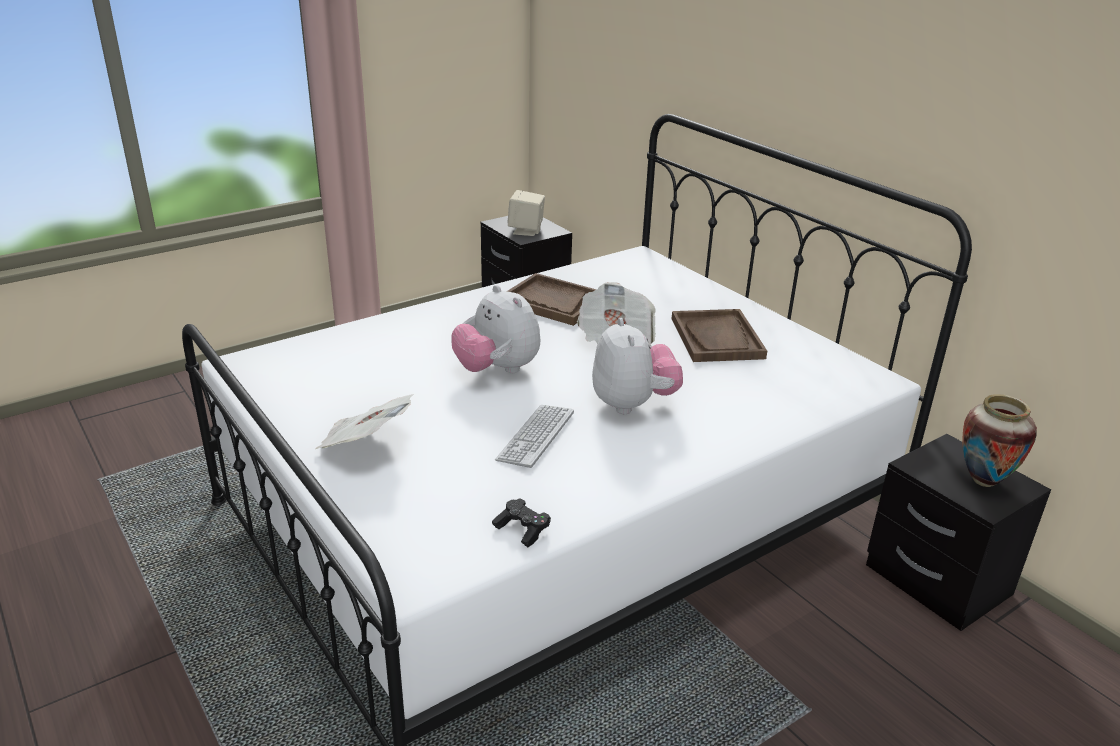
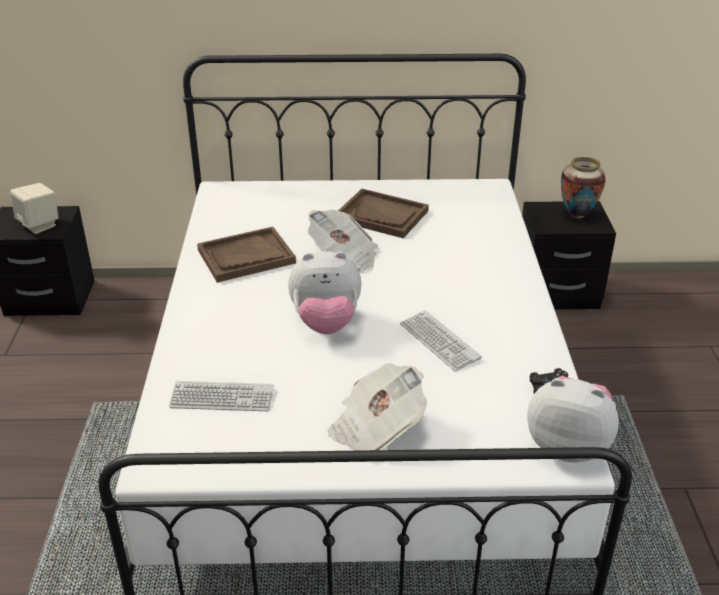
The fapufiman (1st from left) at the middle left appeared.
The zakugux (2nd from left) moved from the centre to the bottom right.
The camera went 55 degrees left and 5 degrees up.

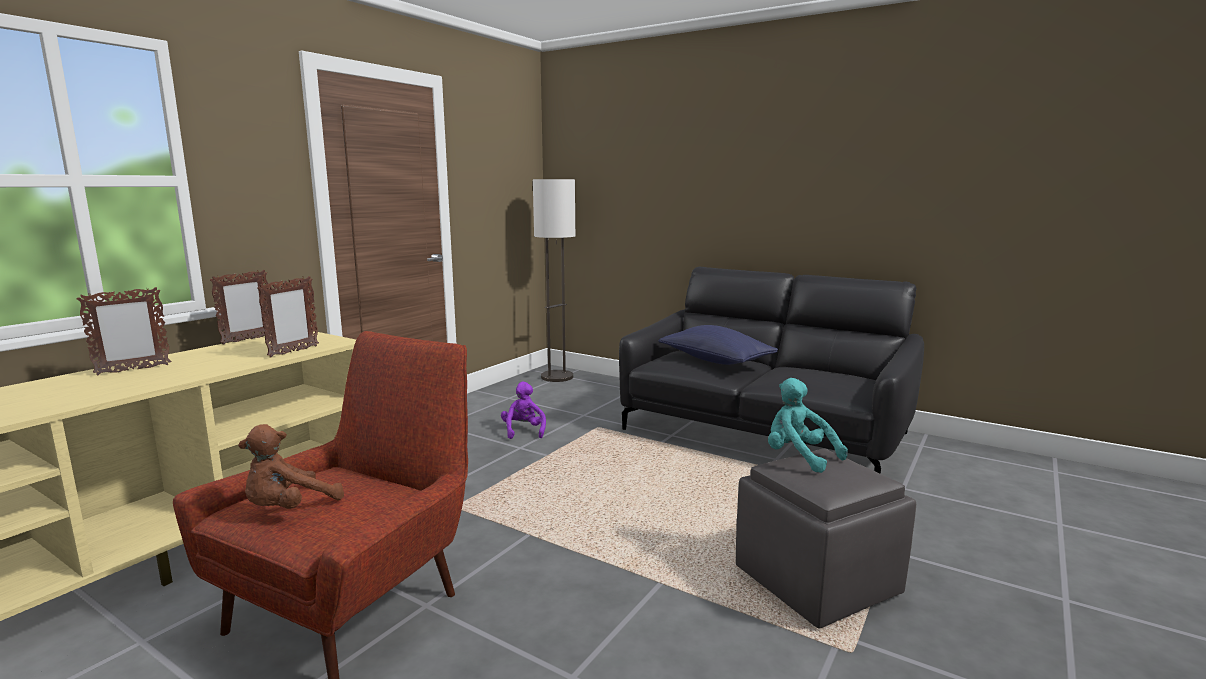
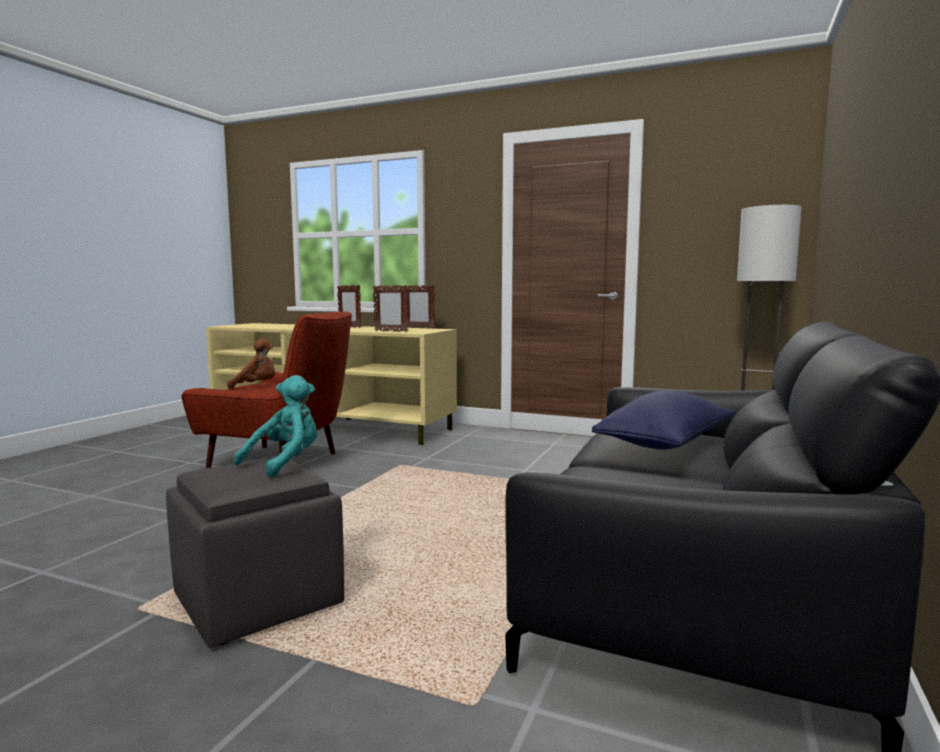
The zakugux (purple) at the centre disappeared.
The zakugux (brown) at the bottom left turned 150 degrees clockwise.
The camera went 80 degrees right and 5 degrees down.

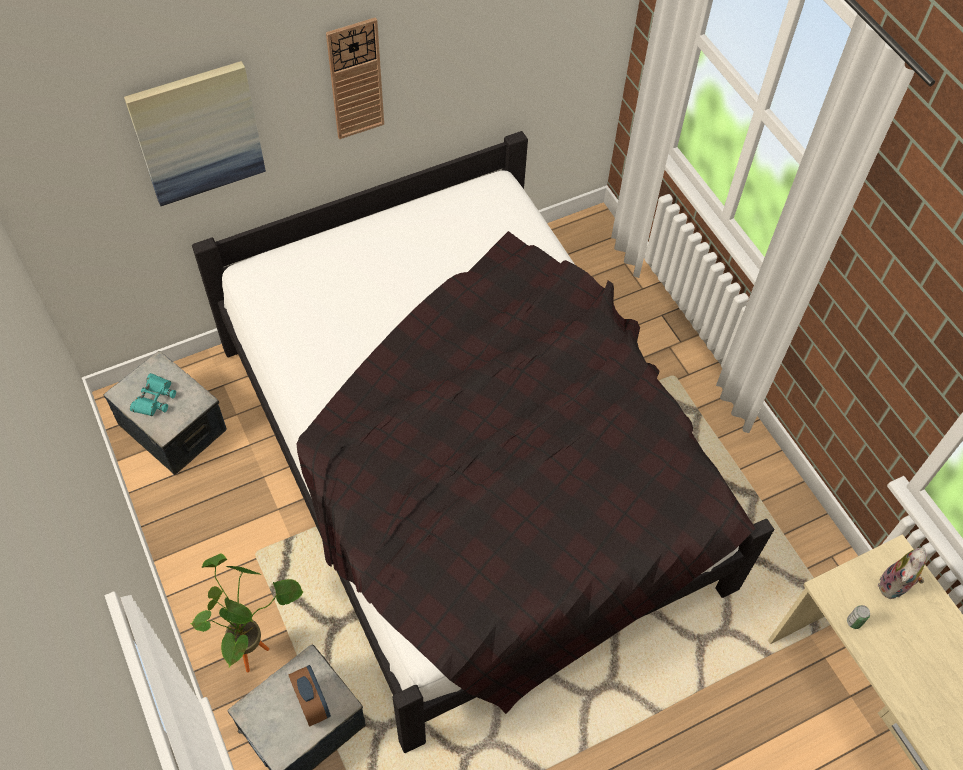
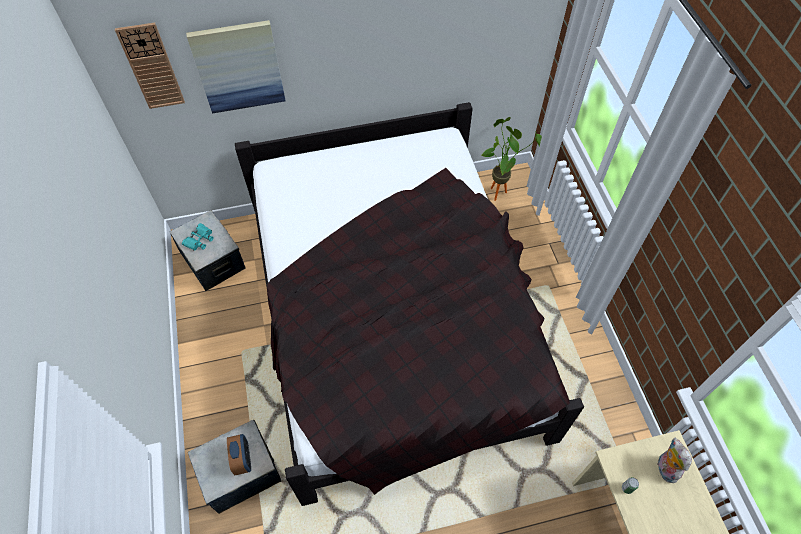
The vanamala moved from the bottom left to the top centre.
The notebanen moved from the top centre to the top left.
The zakugux at the bottom right turned 120 degrees clockwise.
The camera went 15 degrees right and 0 degrees up.

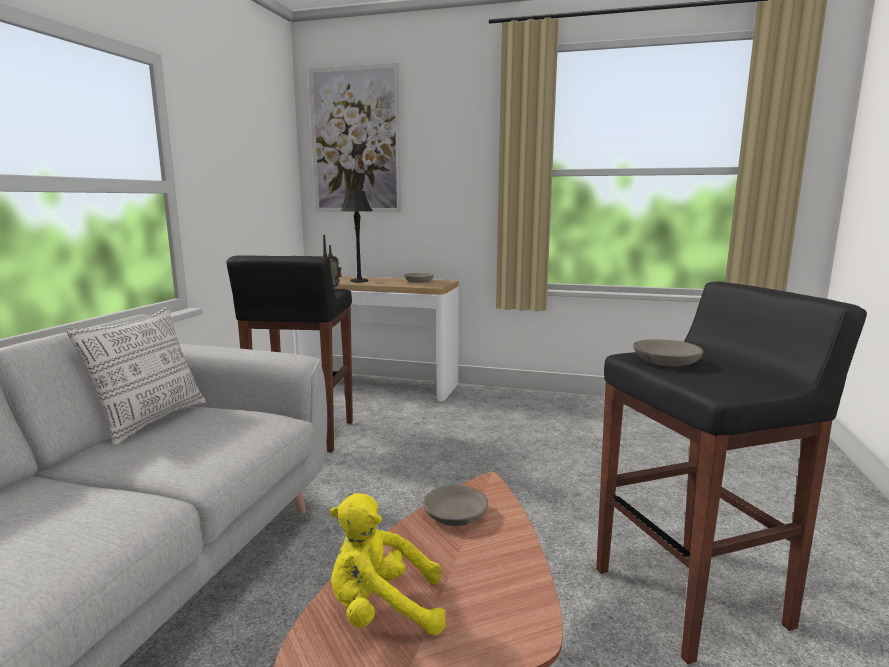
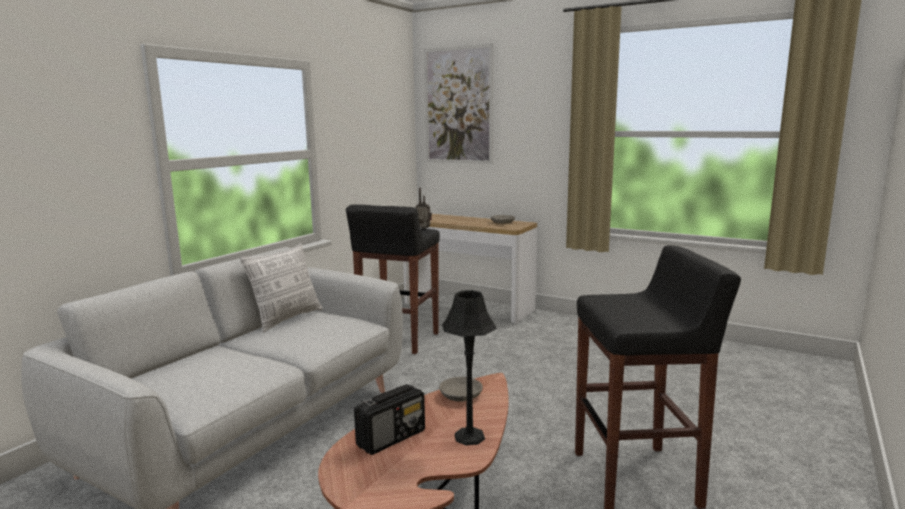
The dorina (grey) (3rd from left) at the middle right disappeared.
The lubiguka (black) moved from the centre to the bottom centre.
The zakugux (yellow) at the bottom centre was replaced by the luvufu (1st from left) at the bottom centre.
The camera went 15 degrees right and 0 degrees up.

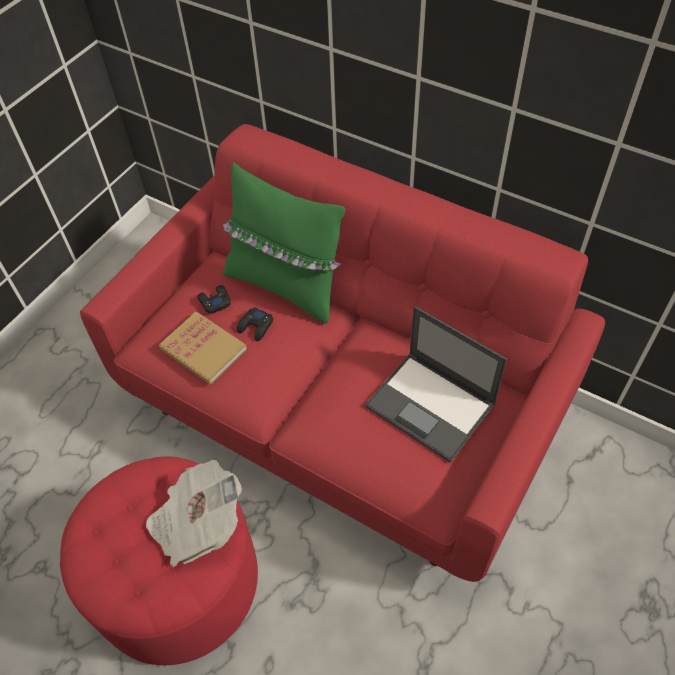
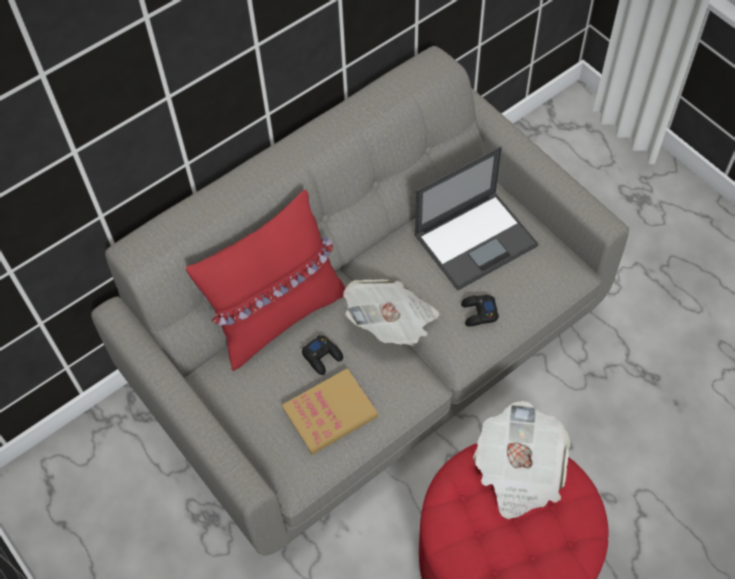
The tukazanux (1st from left) at the centre appeared.
The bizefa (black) (1st from left in the first image) moved from the middle left to the centre.
The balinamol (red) at the centre became the balinamol (grey) at the centre.
The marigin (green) at the centre became the marigin (red) at the centre.
The camera went 70 degrees left and 5 degrees up.

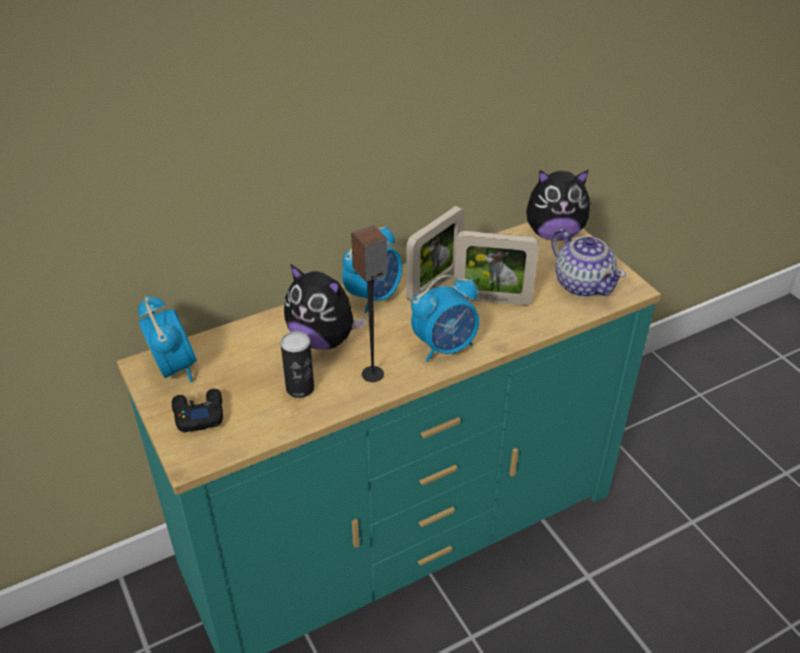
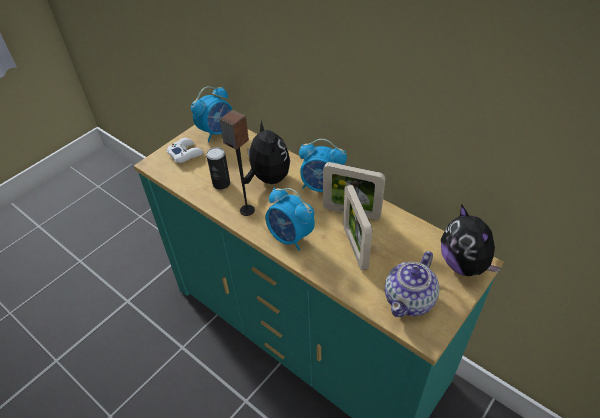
The bizefa (black) at the middle left became the bizefa (white) at the middle left.
The zakugux (1st from left) at the centre turned 150 degrees clockwise.
The camera went 70 degrees right and 5 degrees up.

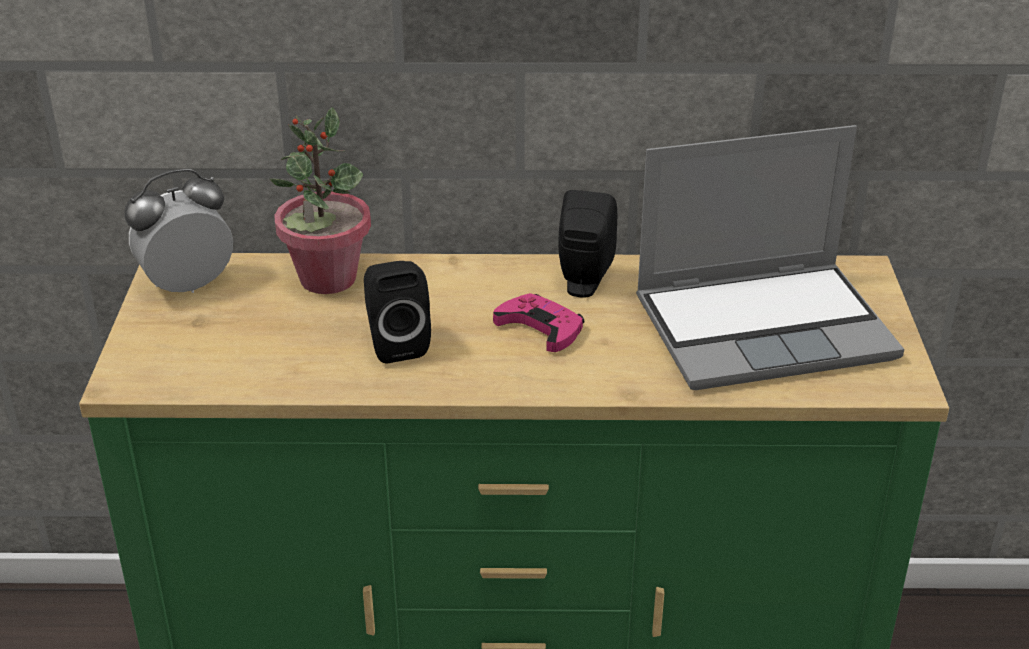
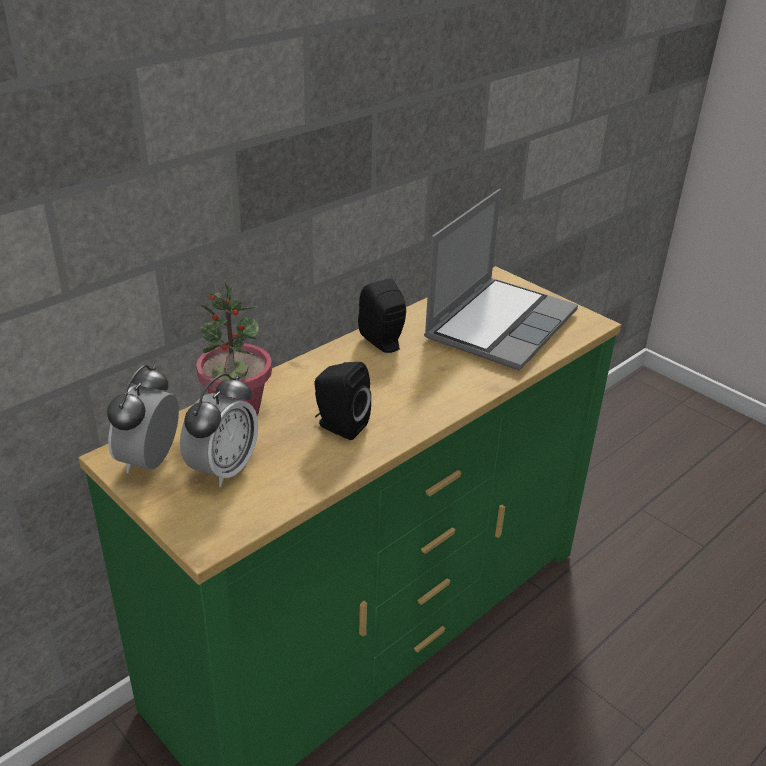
The bizefa (pink) at the centre disappeared.
The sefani (2nd from left) at the middle left appeared.
The camera went 45 degrees left and 0 degrees up.

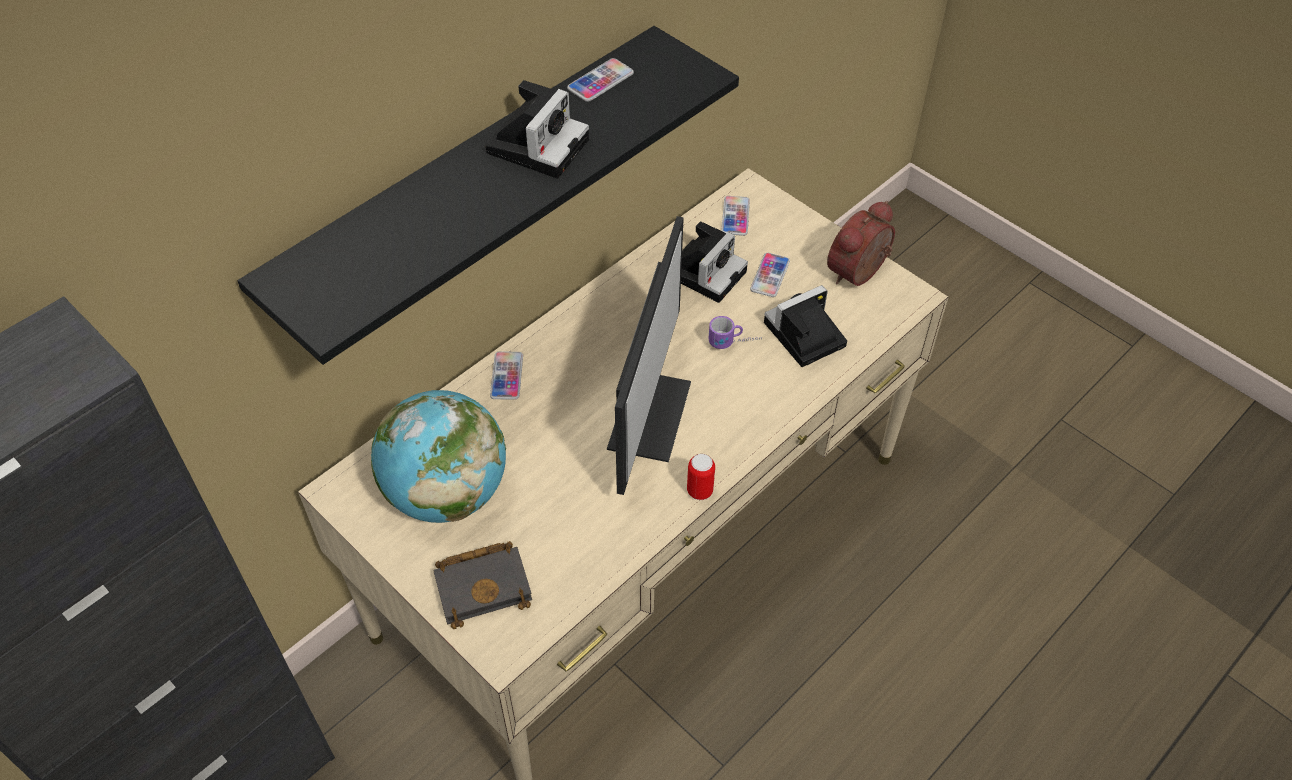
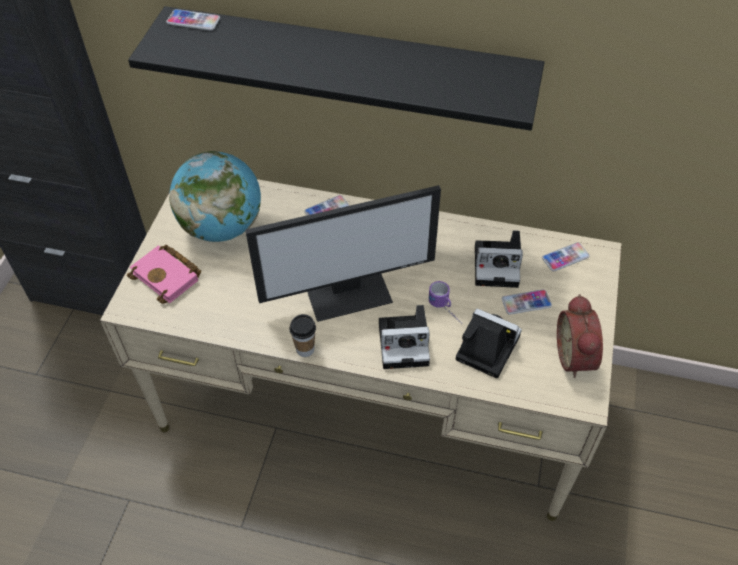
The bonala (1st from left) moved from the top centre to the centre.
The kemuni (2nd from left in the first image) moved from the top centre to the top left.
The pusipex at the centre was replaced by the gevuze at the centre.
The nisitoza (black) at the bottom centre became the nisitoza (pink) at the middle left.
The sefani at the top centre turned 105 degrees counterclockwise.
The camera went 60 degrees right and 0 degrees up.

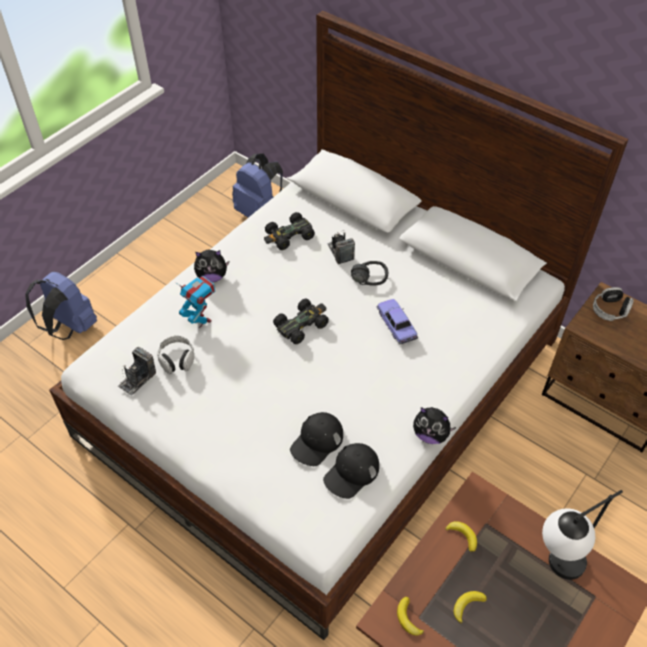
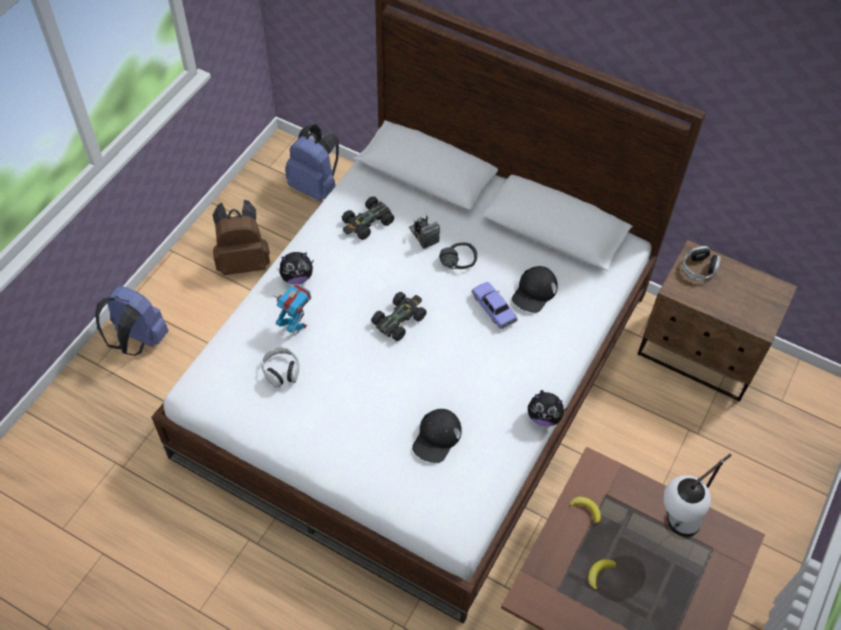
The bonala (1st from left) at the middle left disappeared.
The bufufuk (1st from left) at the bottom centre disappeared.
The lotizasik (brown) at the middle left appeared.
The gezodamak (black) (2nd from left) moved from the bottom centre to the centre.
The camera went 10 degrees left and 5 degrees up.

